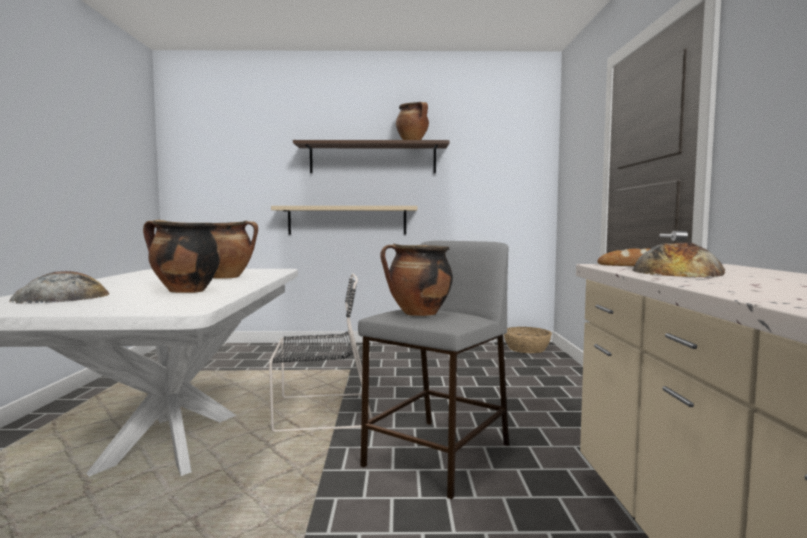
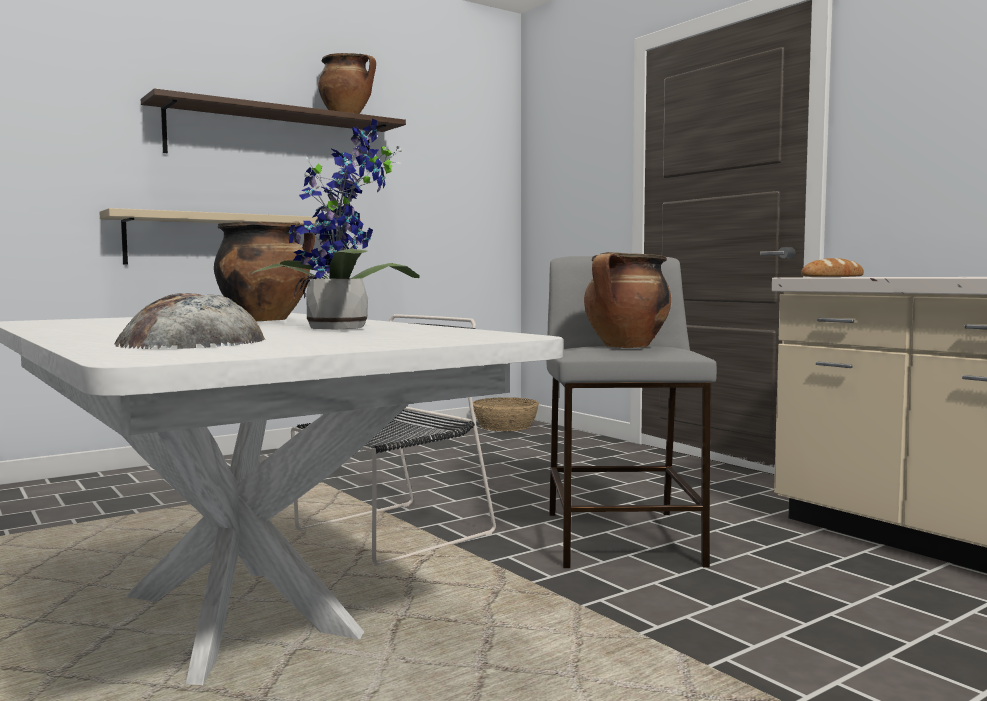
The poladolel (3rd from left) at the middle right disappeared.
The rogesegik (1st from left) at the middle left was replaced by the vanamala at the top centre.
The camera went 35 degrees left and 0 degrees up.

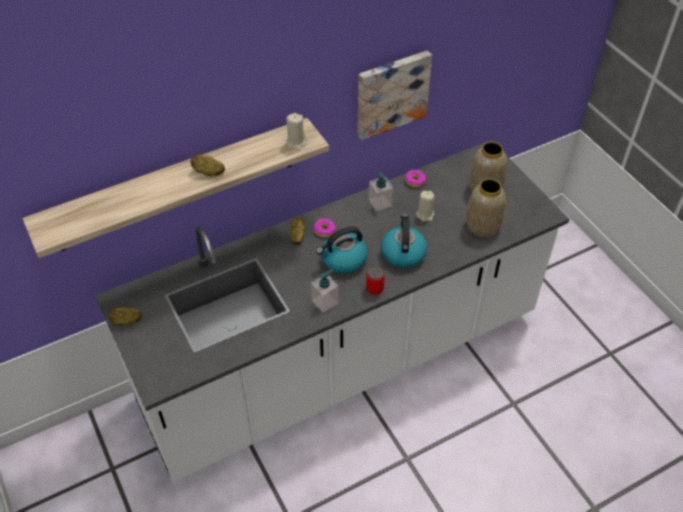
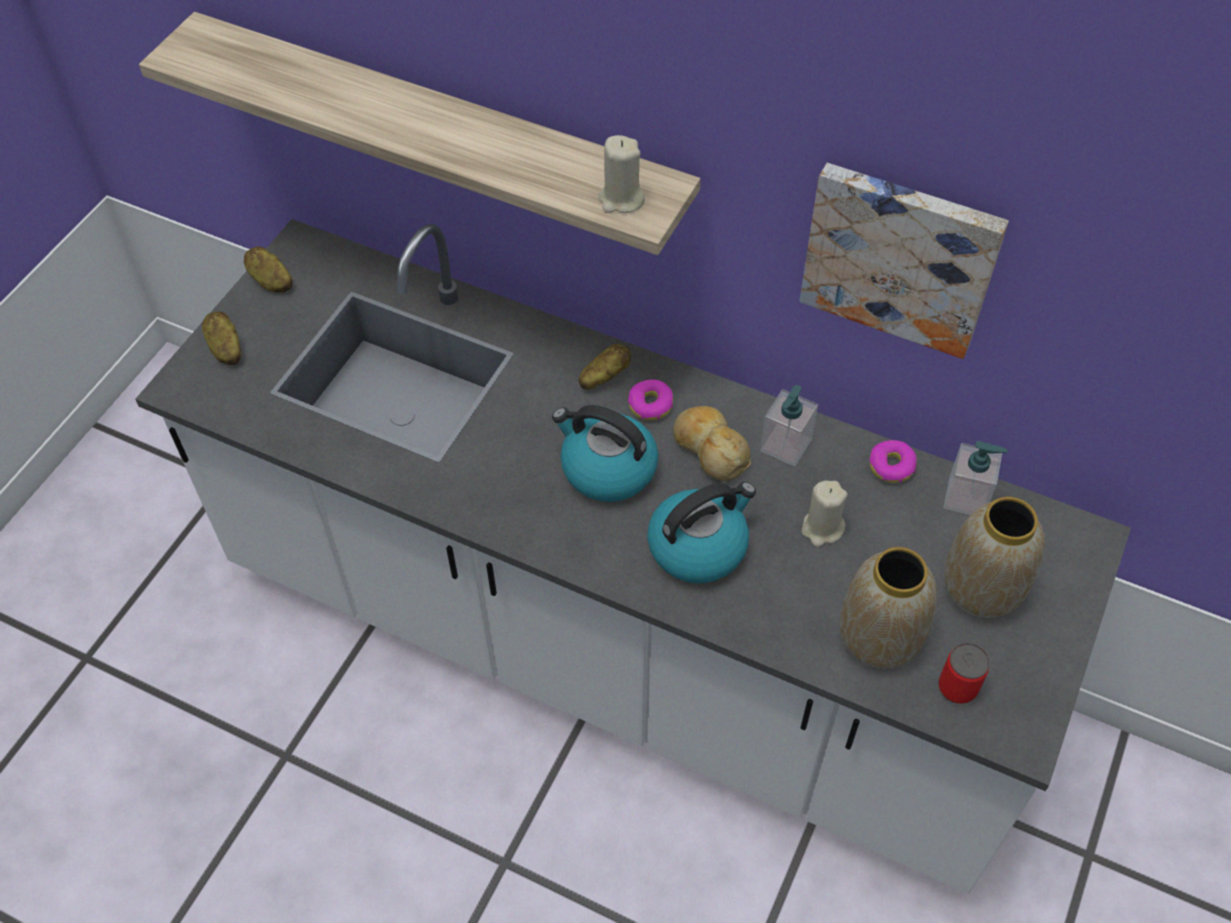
The poladolel at the centre appeared.
The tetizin (2nd from left in the first image) moved from the top left to the middle left.
The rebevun (1st from left in the first image) moved from the centre to the middle right.
The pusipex moved from the centre to the bottom right.
The camera went 55 degrees right and 5 degrees up.

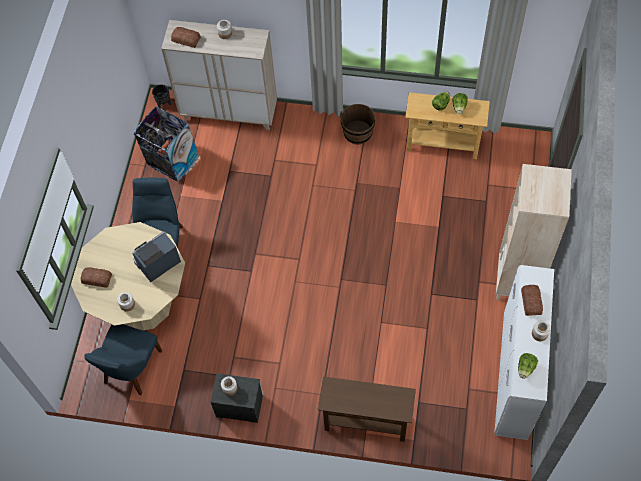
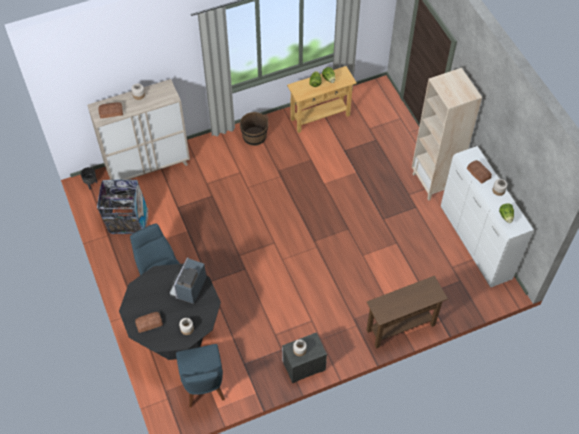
The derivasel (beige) at the middle left became the derivasel (black) at the bottom left.
The camera went 35 degrees left and 5 degrees down.

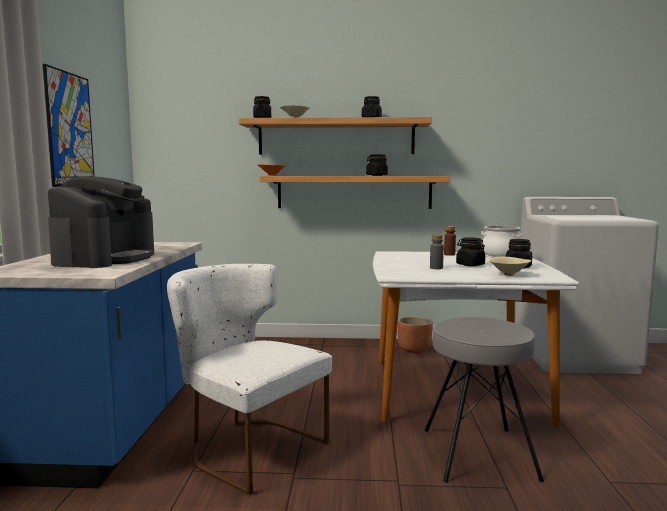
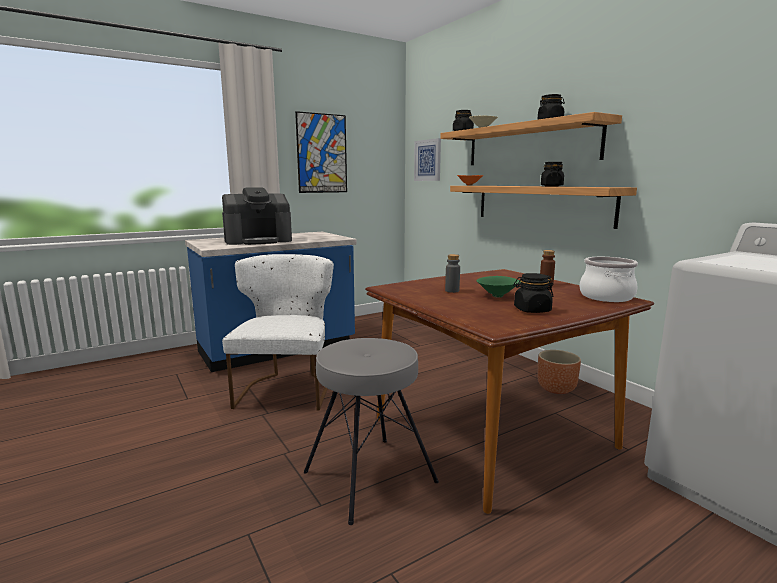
The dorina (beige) (2nd from left) at the middle right disappeared.
The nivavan (2nd from left) at the top centre appeared.
The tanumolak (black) (4th from left) at the middle right was replaced by the dorina (green) at the centre.
The derivasel (white) at the middle right became the derivasel (brown) at the bottom centre.
The camera went 55 degrees right and 5 degrees up.

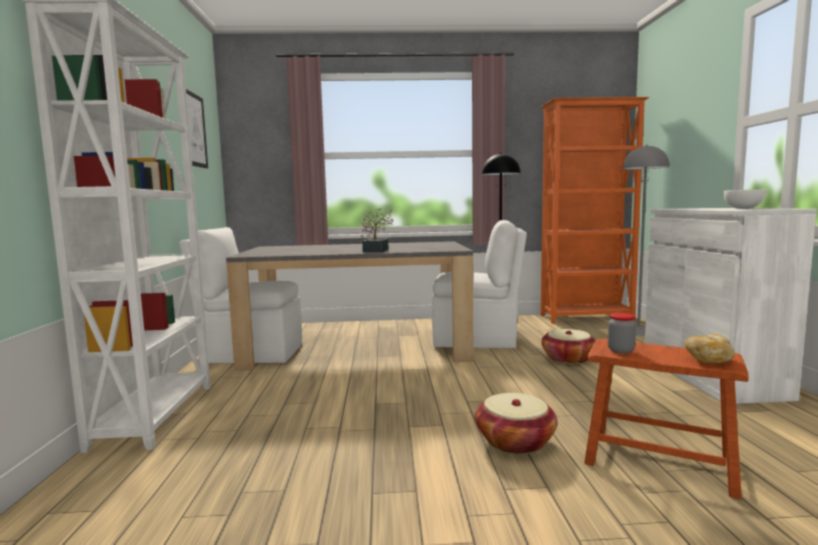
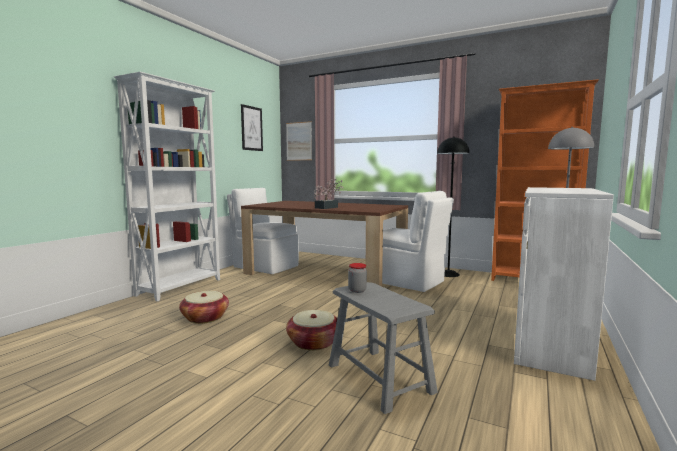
The poladolel at the middle right disappeared.
The dorina (white) at the middle right disappeared.
The nivavan (2nd from left) at the top centre appeared.
The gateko (2nd from left in the first image) moved from the middle right to the bottom left.
The derivasel (grey) at the centre became the derivasel (brown) at the centre.
The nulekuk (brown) at the bottom right became the nulekuk (grey) at the bottom centre.
The camera went 30 degrees right and 0 degrees up.

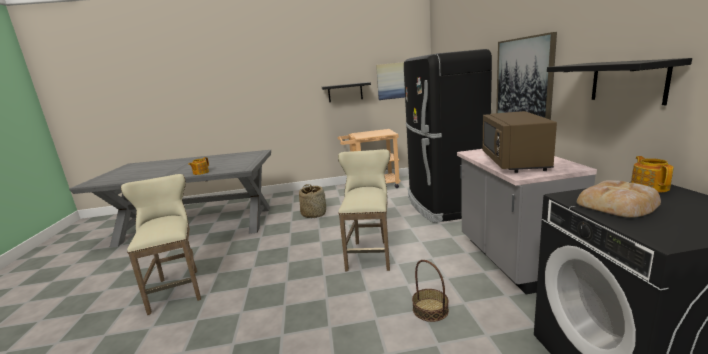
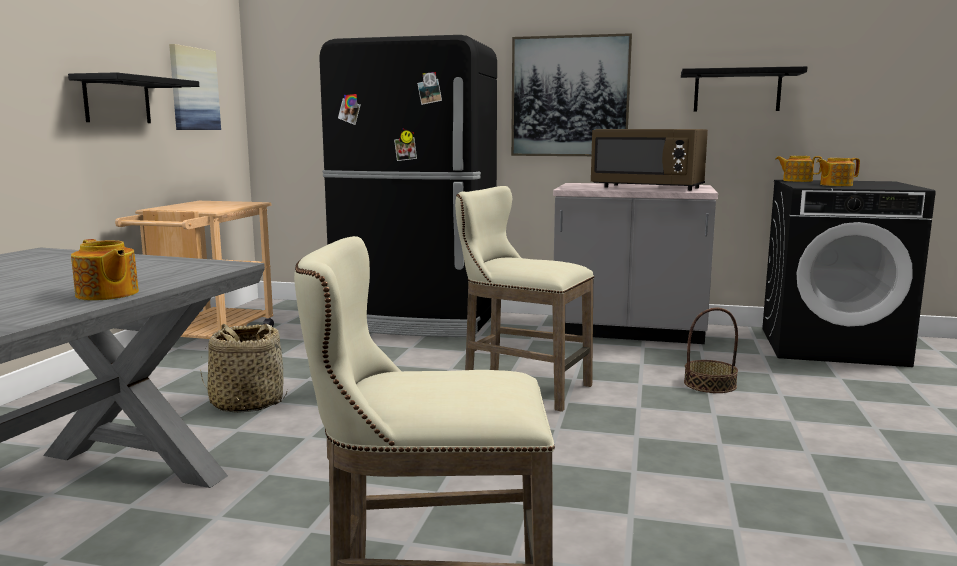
The poladolel at the middle right was replaced by the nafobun (3rd from left) at the top right.
The camera went 70 degrees left and 5 degrees down.

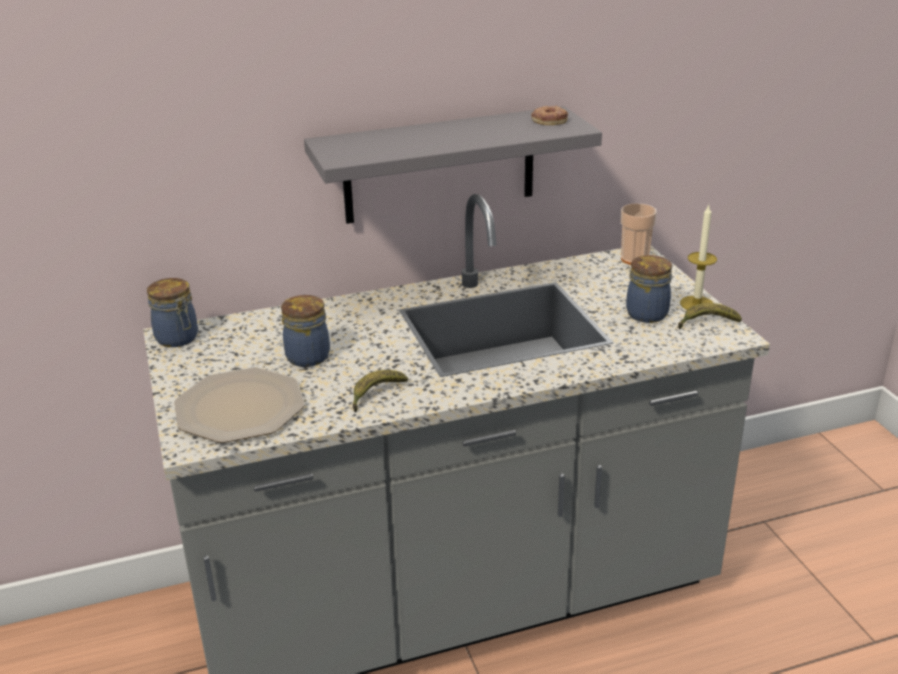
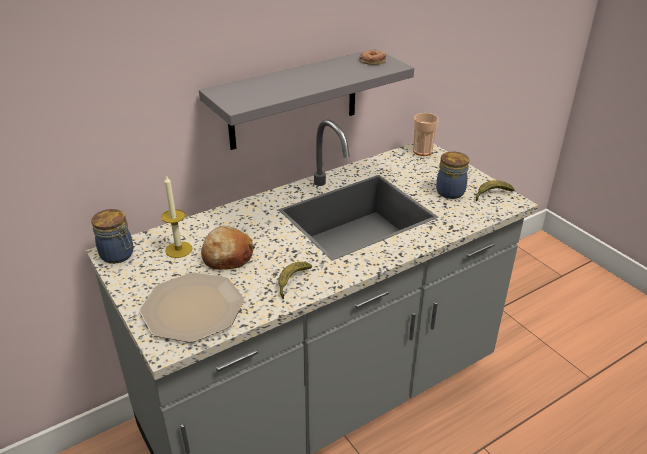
The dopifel moved from the middle right to the middle left.
The tanumolak (2nd from left) at the centre was replaced by the poladolel at the centre.
The camera went 15 degrees left and 5 degrees up.

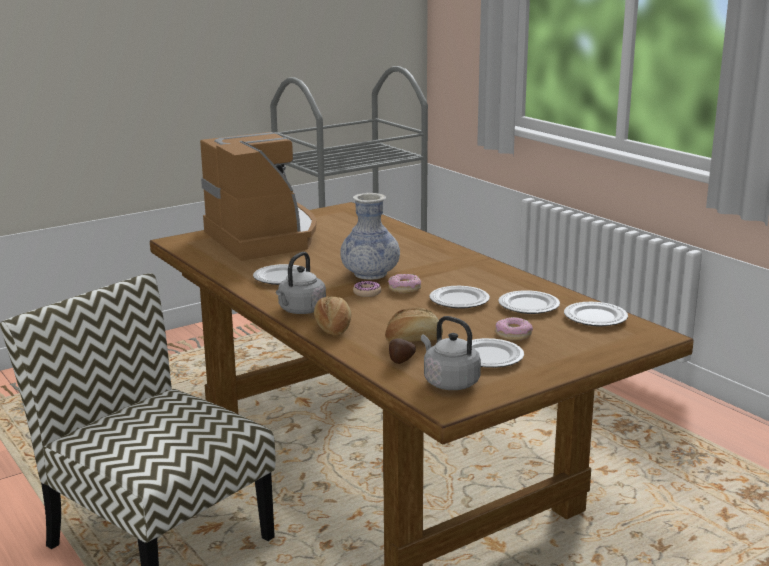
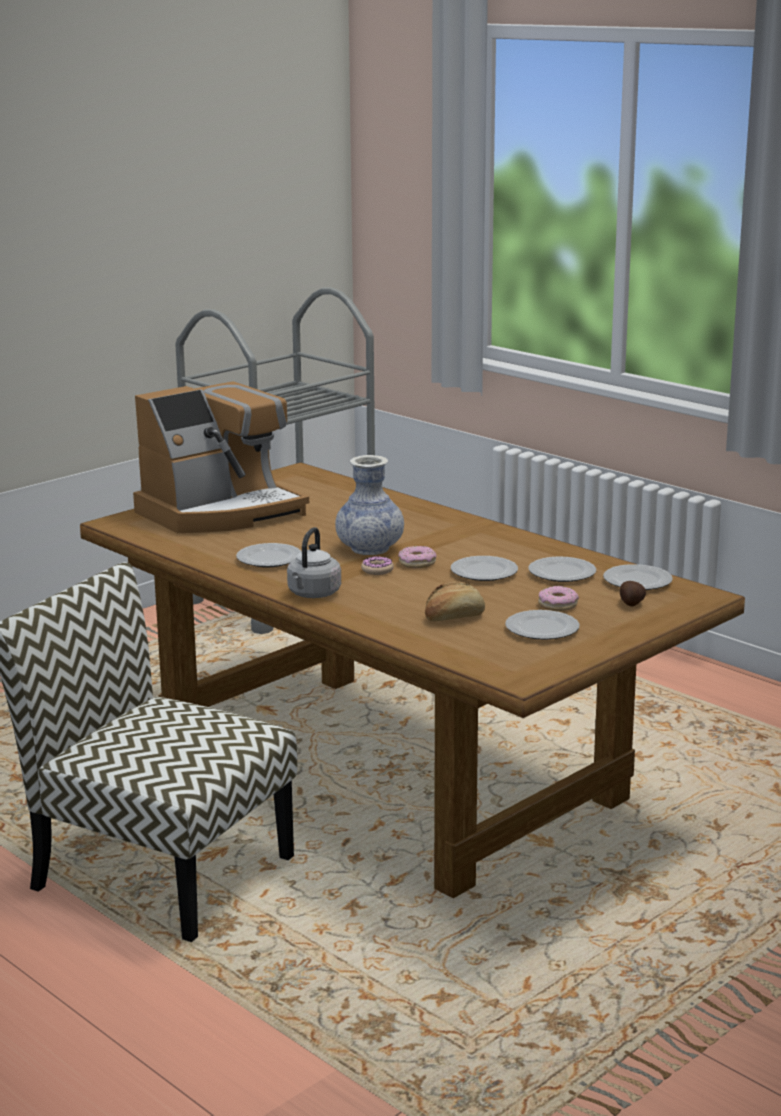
The poladolel (1st from left) at the centre disappeared.
The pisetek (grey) (2nd from left) at the centre disappeared.
The tetizin moved from the centre to the middle right.
The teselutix at the centre turned 90 degrees clockwise.
The camera went 10 degrees left and 0 degrees up.

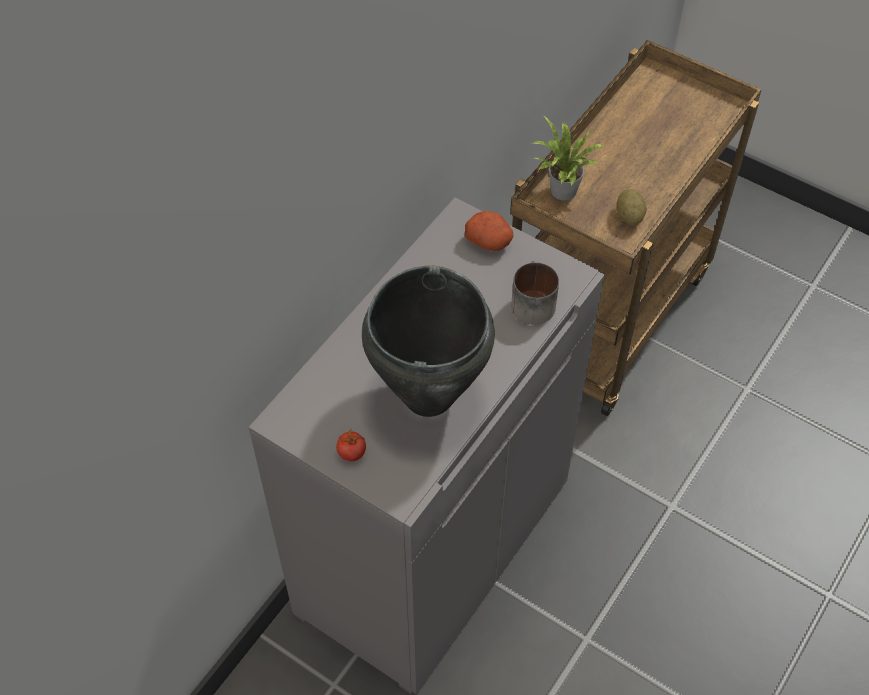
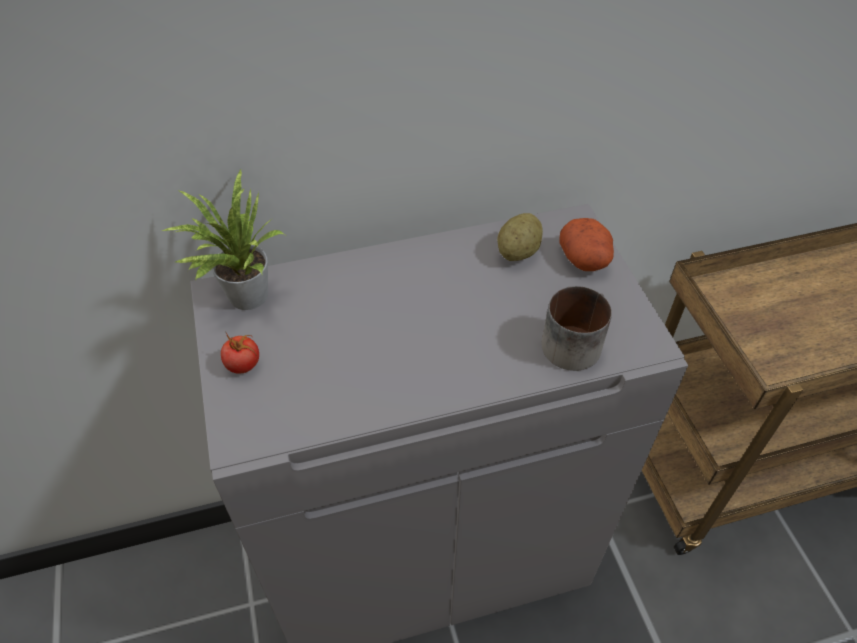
The rogesegik (black) at the centre disappeared.
The vanamala moved from the top centre to the middle left.
The tetizin (2nd from left in the first image) moved from the top right to the centre.
The camera went 40 degrees right and 5 degrees down.

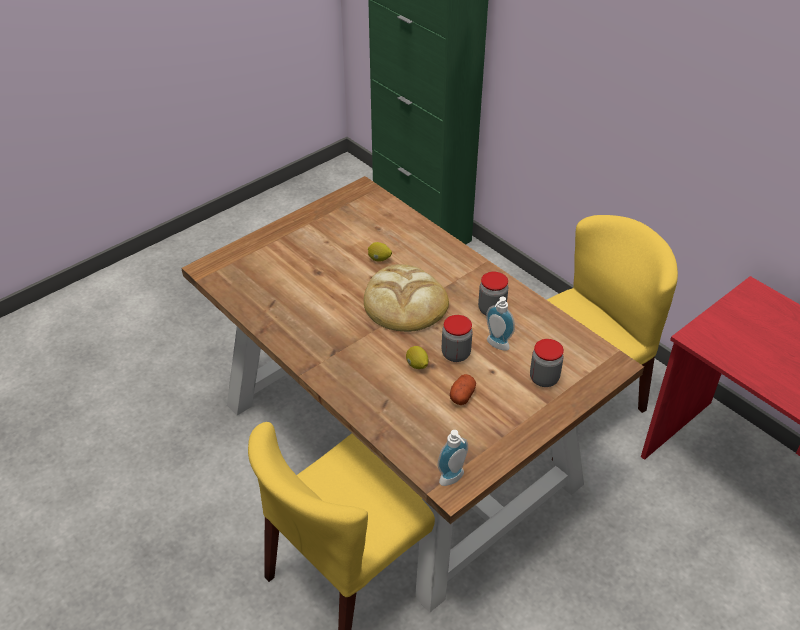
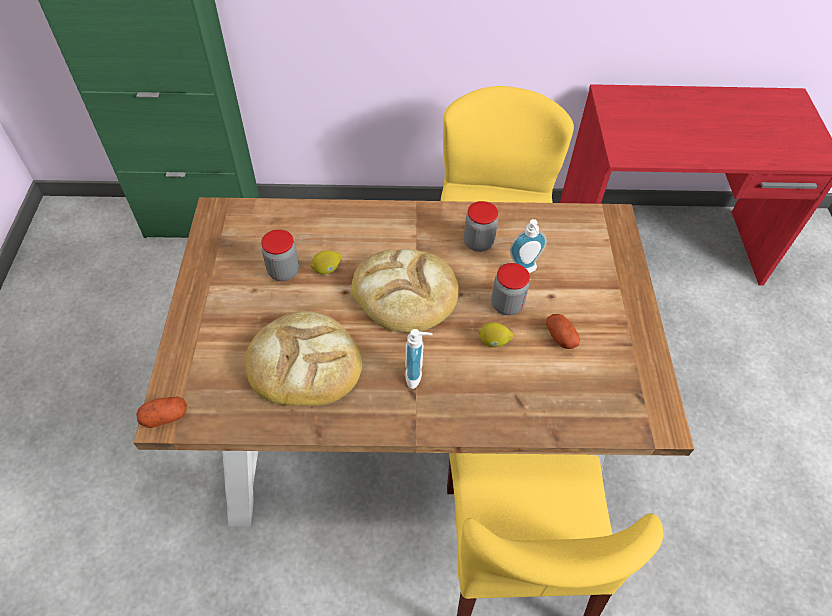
The tetizin (1st from left) at the bottom left appeared.
The poladolel (1st from left) at the centre appeared.
The rebevun (1st from left) moved from the bottom centre to the centre.
The tanumolak (3rd from left in the first image) moved from the middle right to the centre.
The camera went 50 degrees left and 10 degrees up.

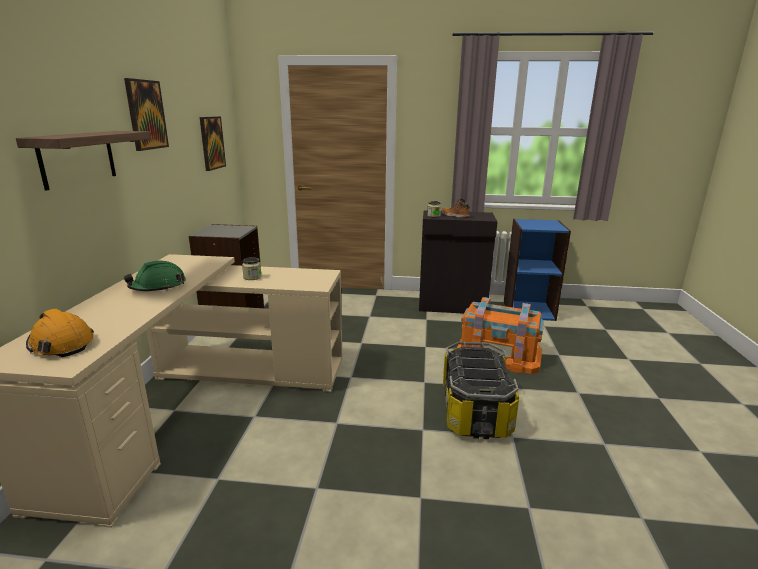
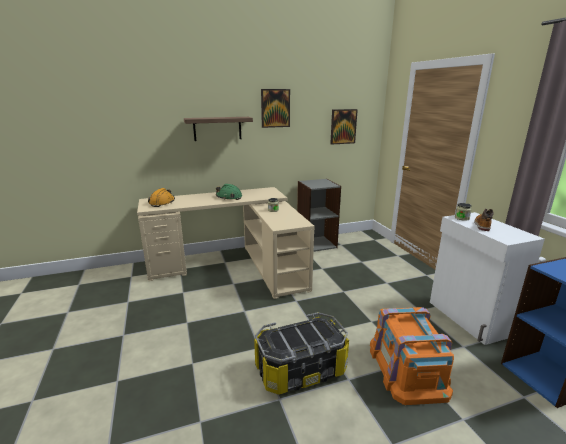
The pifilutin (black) at the centre became the pifilutin (white) at the middle right.
The camera went 65 degrees right and 0 degrees up.

